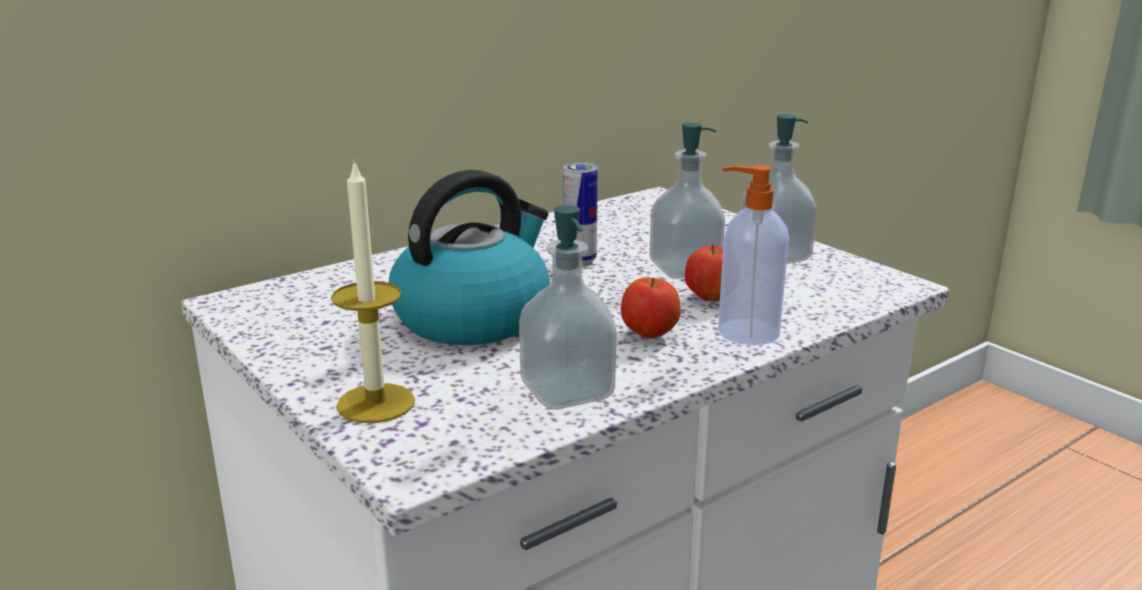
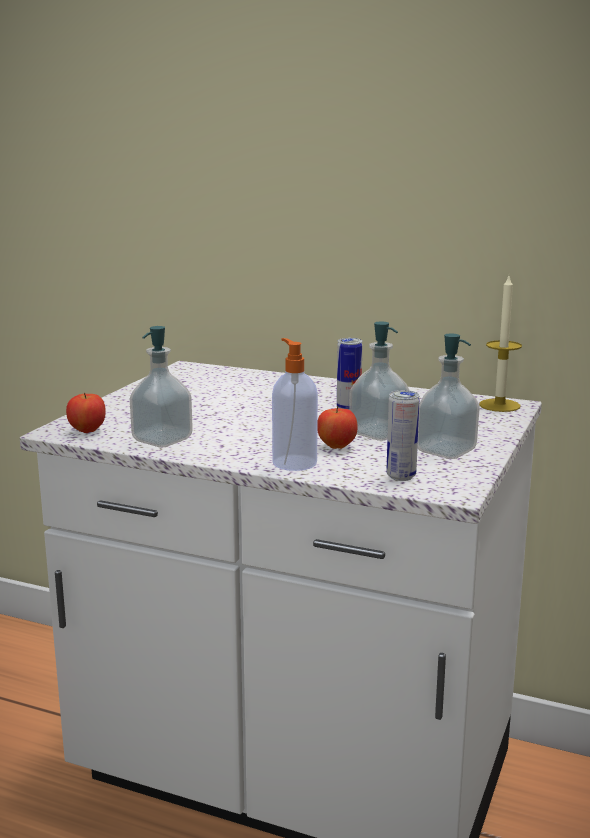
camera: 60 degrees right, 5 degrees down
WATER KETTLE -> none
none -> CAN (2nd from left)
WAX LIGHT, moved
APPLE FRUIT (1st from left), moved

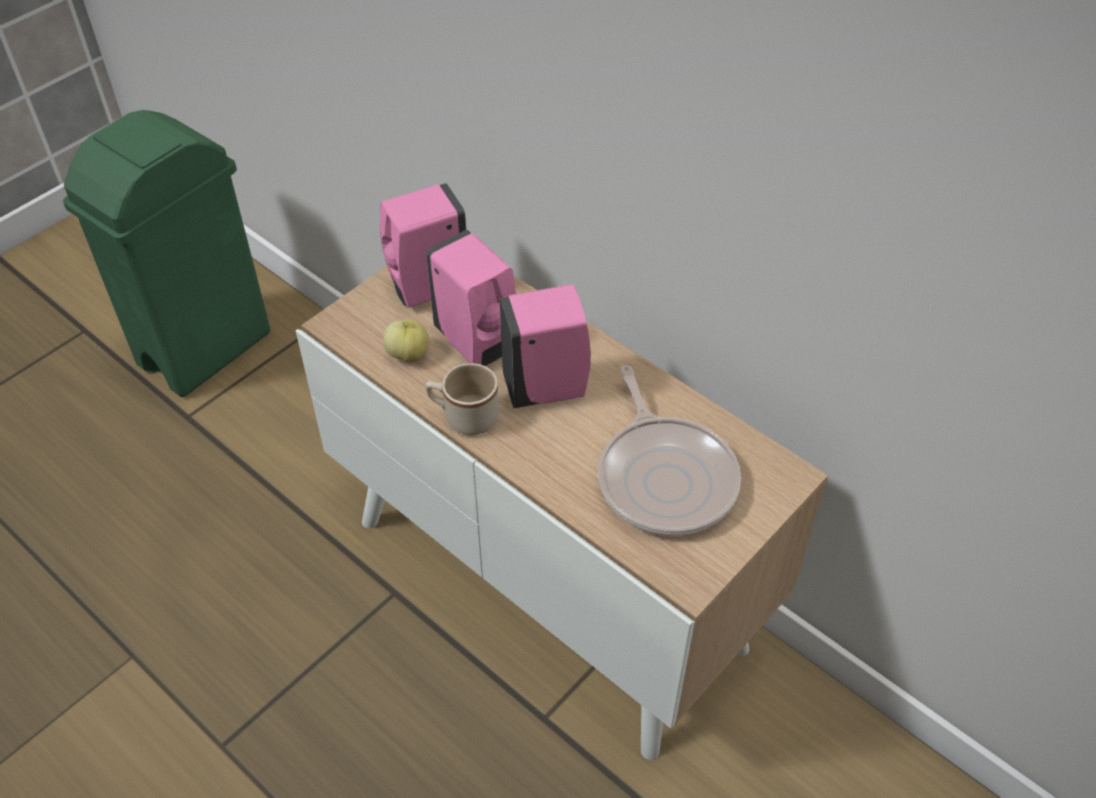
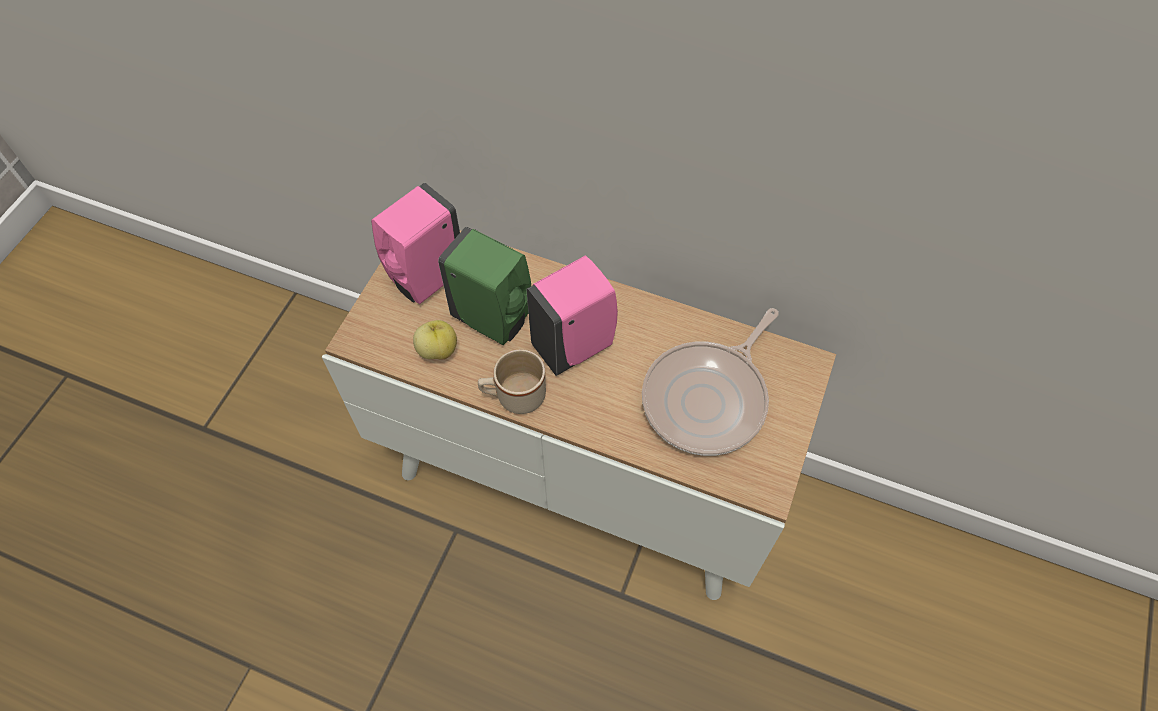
camera: 20 degrees left, 10 degrees up
GREENISH TRASH CAN -> none
PINK-COLOURED SOAP BOTTLE (2nd from left) -> GREENISH SOAP BOTTLE
PAN, 75 degrees clockwise

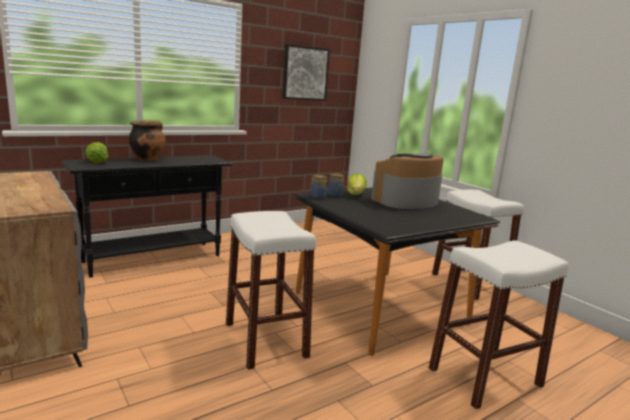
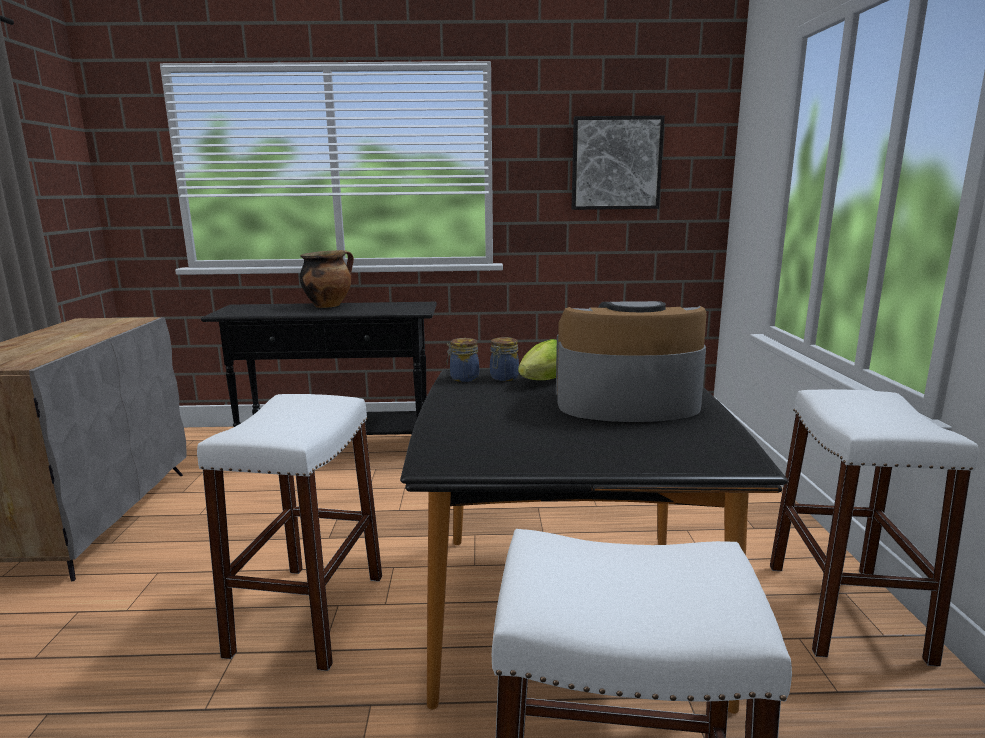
camera: 35 degrees right, 0 degrees up
LETTUCE (1st from left) -> none

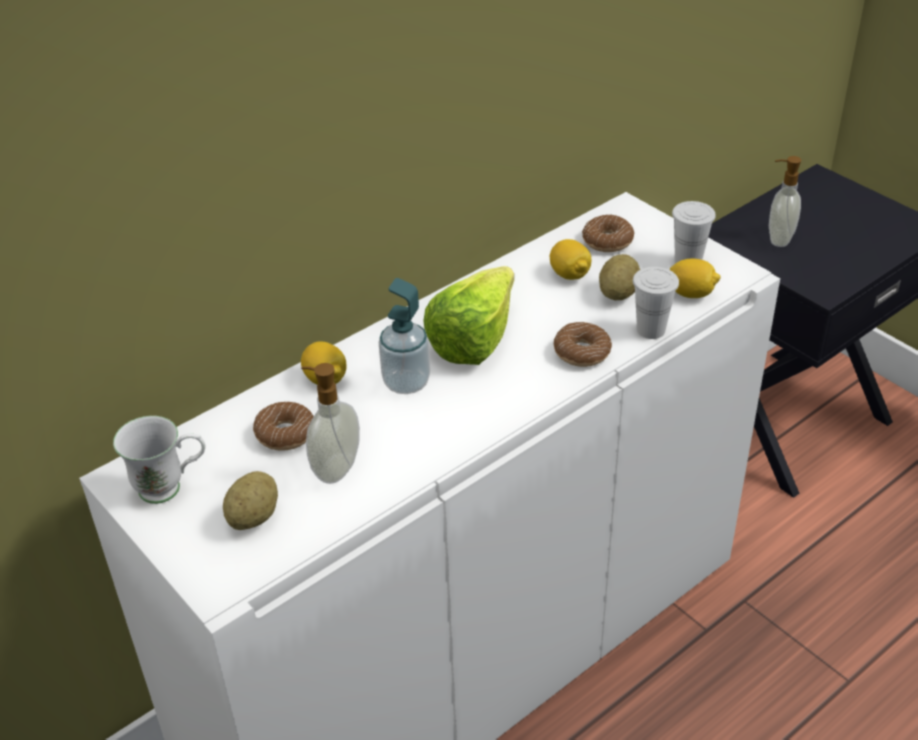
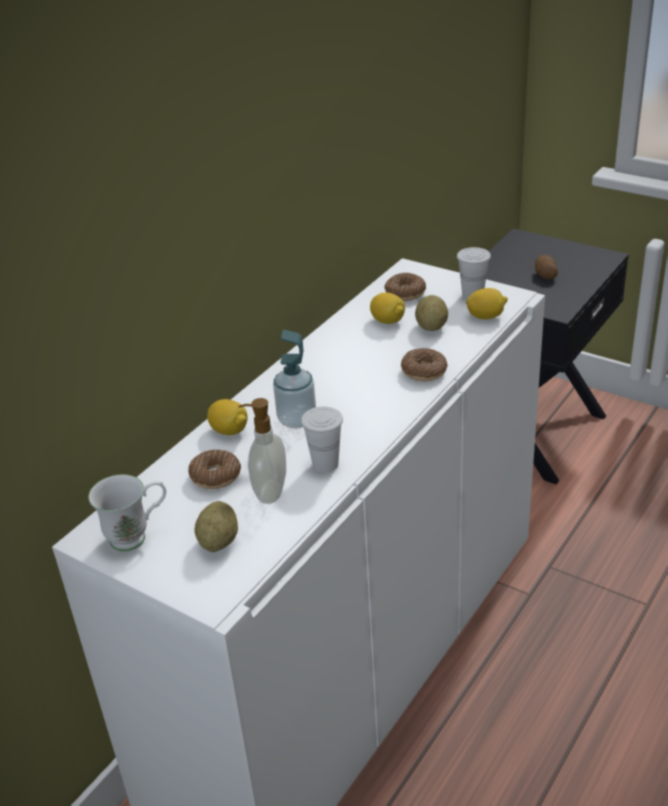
camera: 15 degrees left, 5 degrees down
LETTUCE -> none
SOAP BOTTLE (3rd from left) -> none
none -> SPUD (3rd from left)
WHITE CUP (1st from left), moved

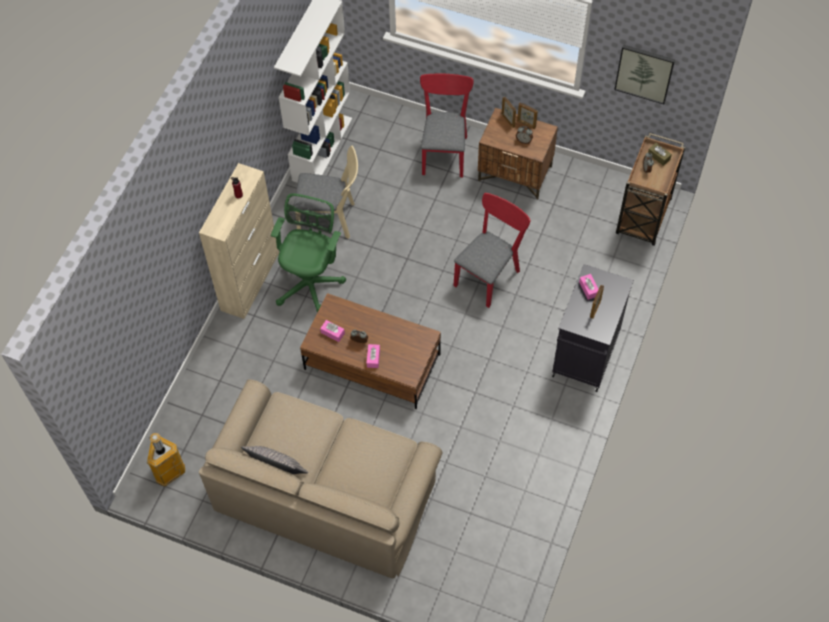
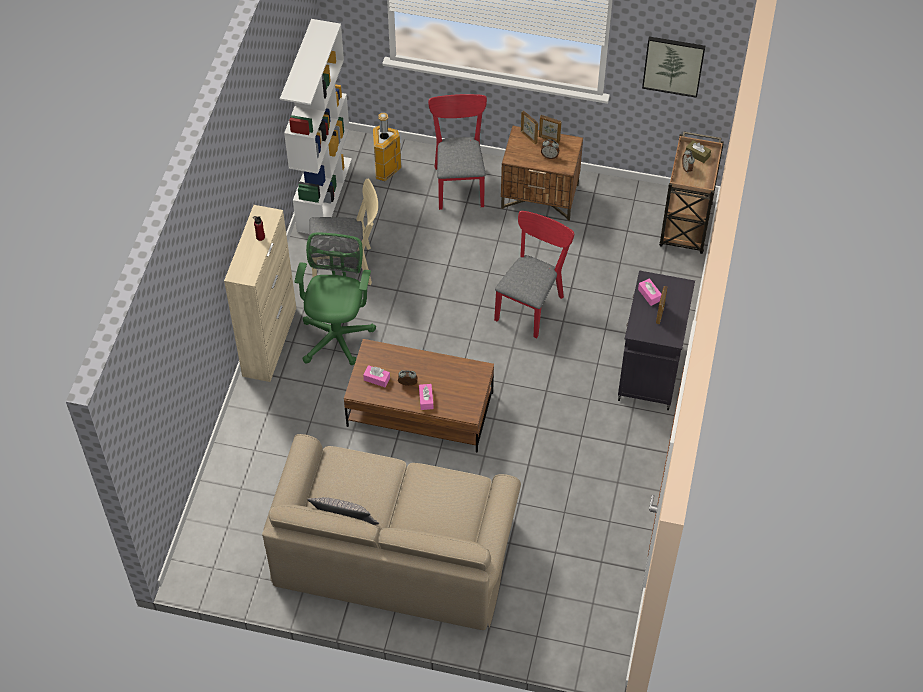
camera: 10 degrees left, 5 degrees down
TRASH CAN, moved

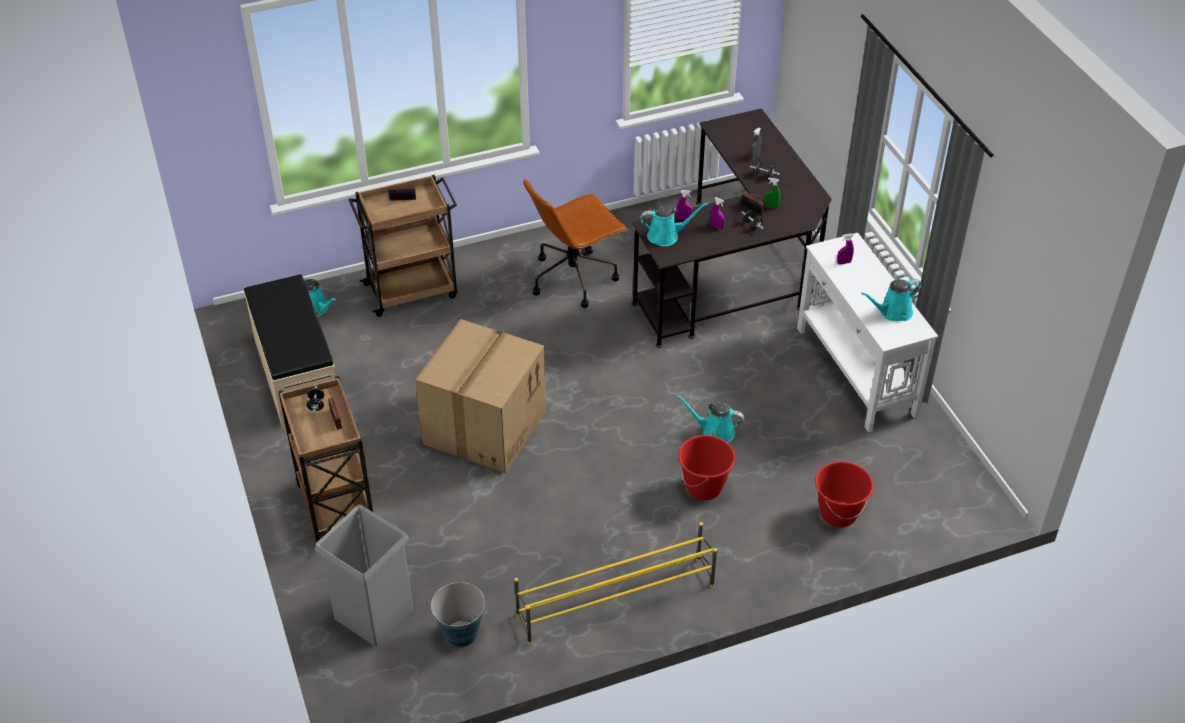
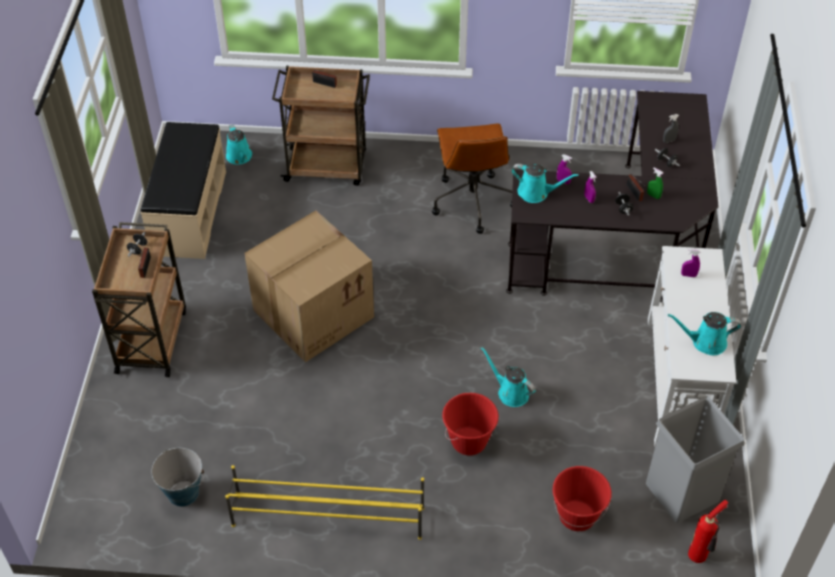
camera: 25 degrees right, 5 degrees up
none -> FIRE EXTINGUISHER
GREY TRASH CAN, moved
BROWNISH COMPUTER CHAIR, 90 degrees counterclockwise

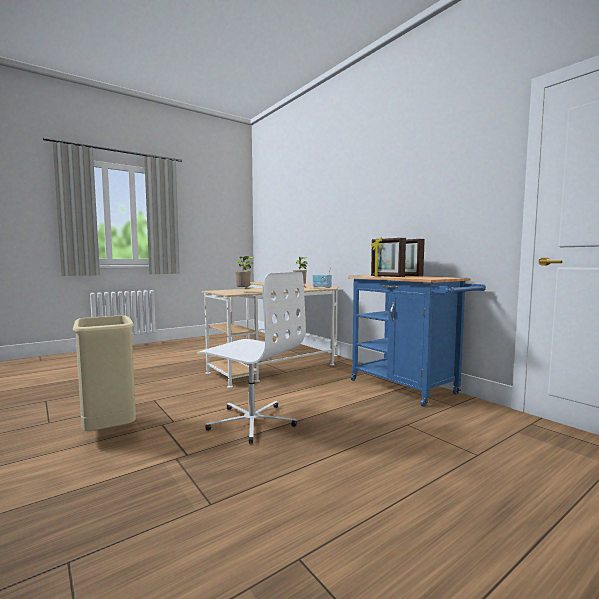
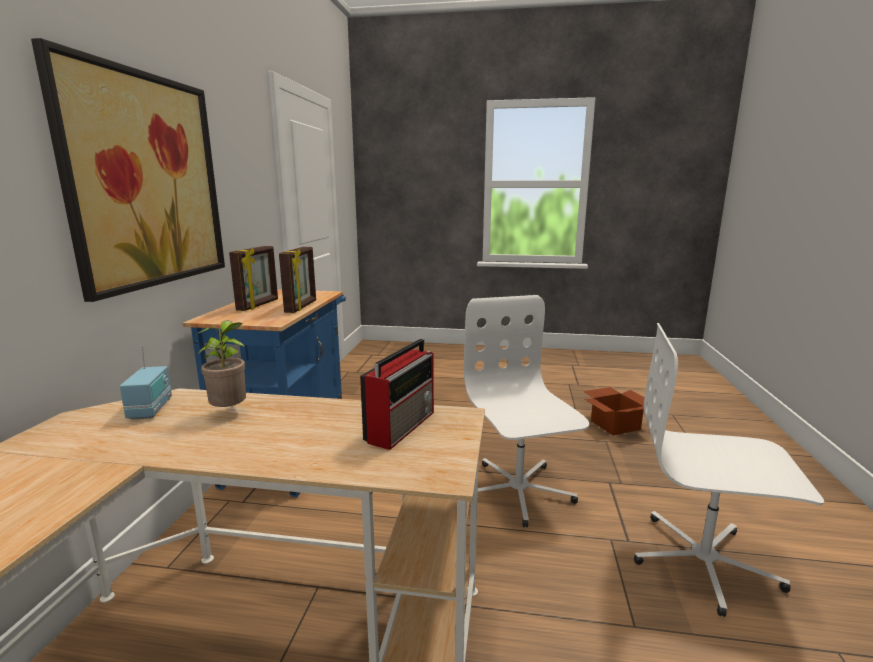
camera: 135 degrees left, 10 degrees up
none -> WALL ART
none -> PACKING BOX
BEIGE-COLOURED TRASH CAN -> WHITE COMPUTER CHAIR (2nd from left)
HOUSEPLANT (1st from left) -> RADIO (2nd from left)

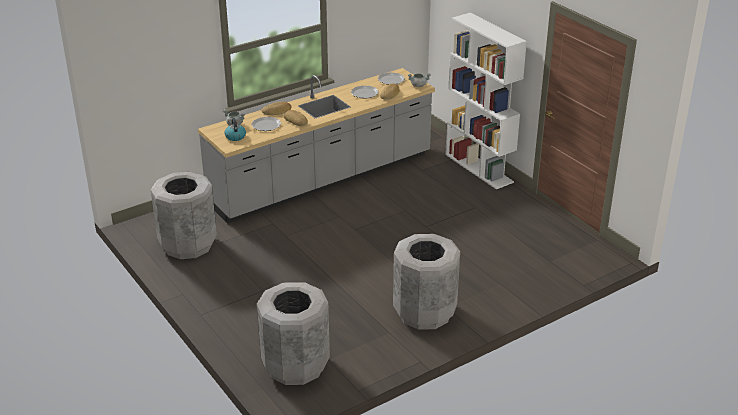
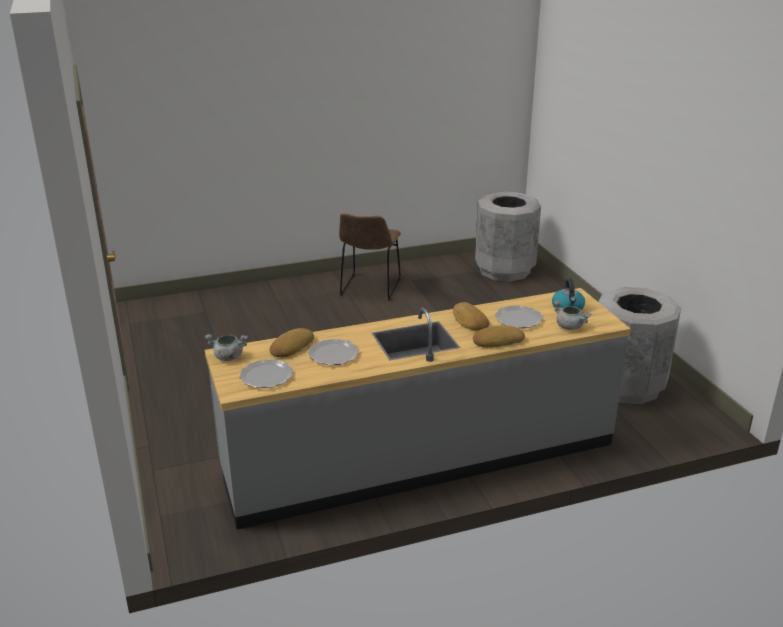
camera: 165 degrees left, 5 degrees down
WHITE SHELVING UNIT -> none
GREY TRASH CAN (3rd from left) -> BROWNISH PLAIN CHAIR

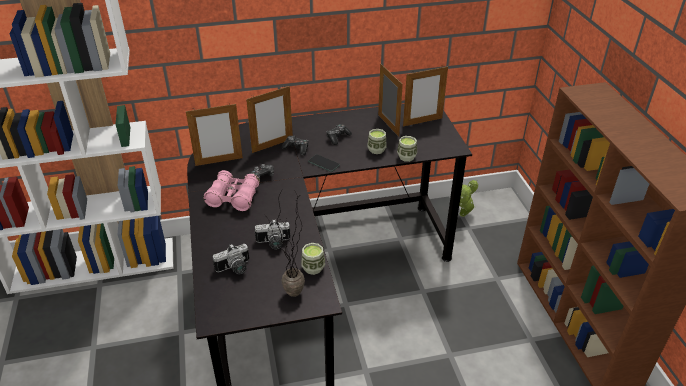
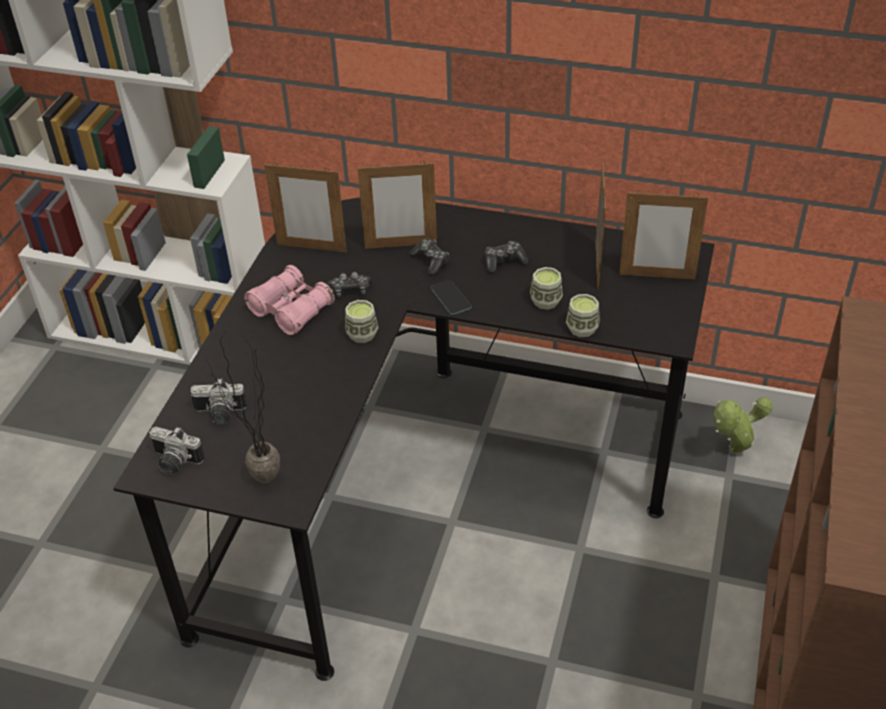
camera: 30 degrees right, 5 degrees up
PHOTO CAMERA (2nd from left in the first image) -> PHOTO CAMERA (1st from left), moved
CUP (1st from left), moved

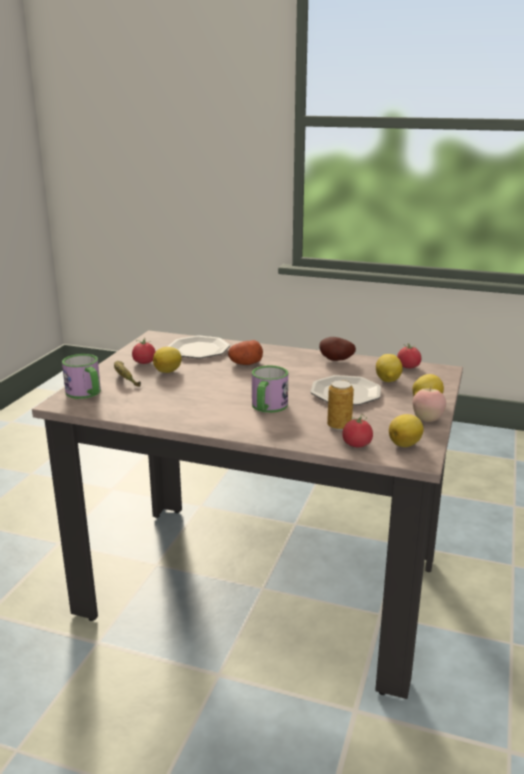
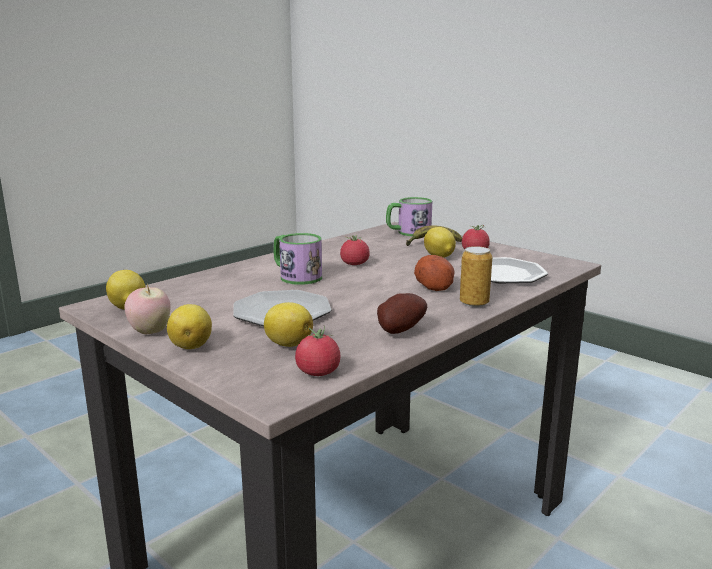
camera: 115 degrees right, 5 degrees down
CAN, moved
FRESH TOMATO (2nd from left), moved

